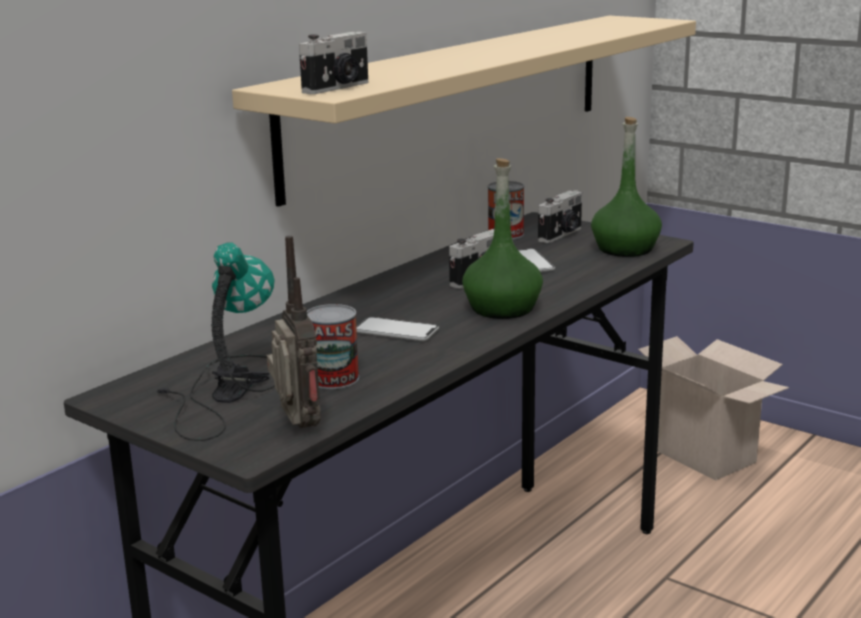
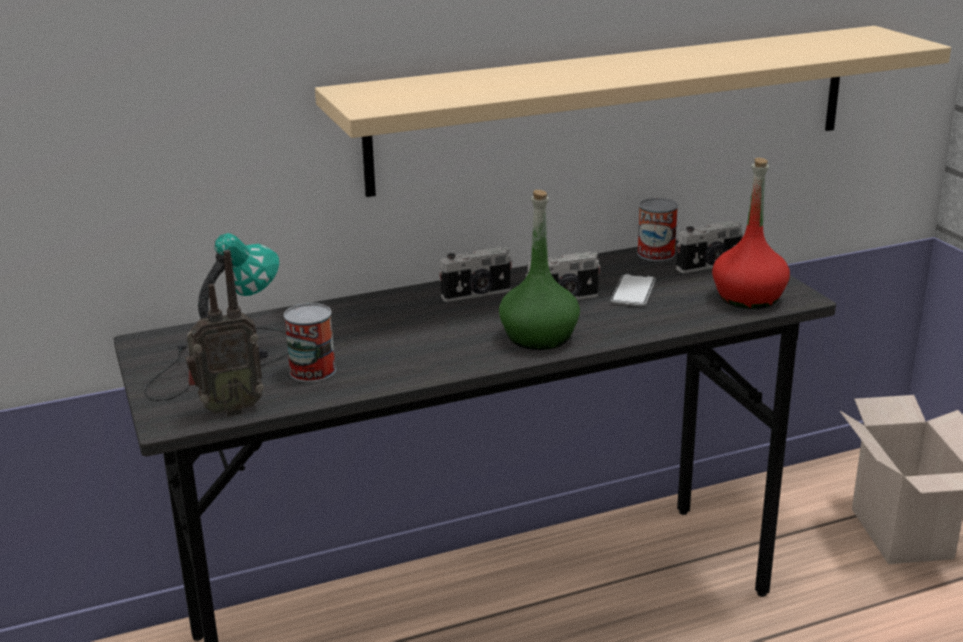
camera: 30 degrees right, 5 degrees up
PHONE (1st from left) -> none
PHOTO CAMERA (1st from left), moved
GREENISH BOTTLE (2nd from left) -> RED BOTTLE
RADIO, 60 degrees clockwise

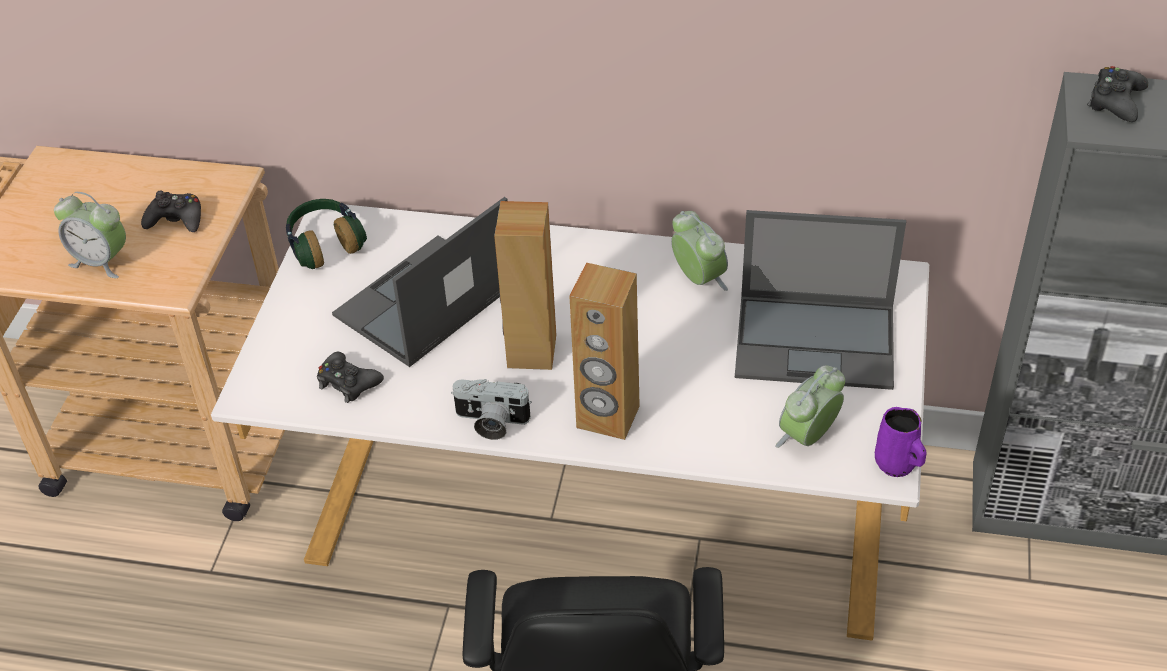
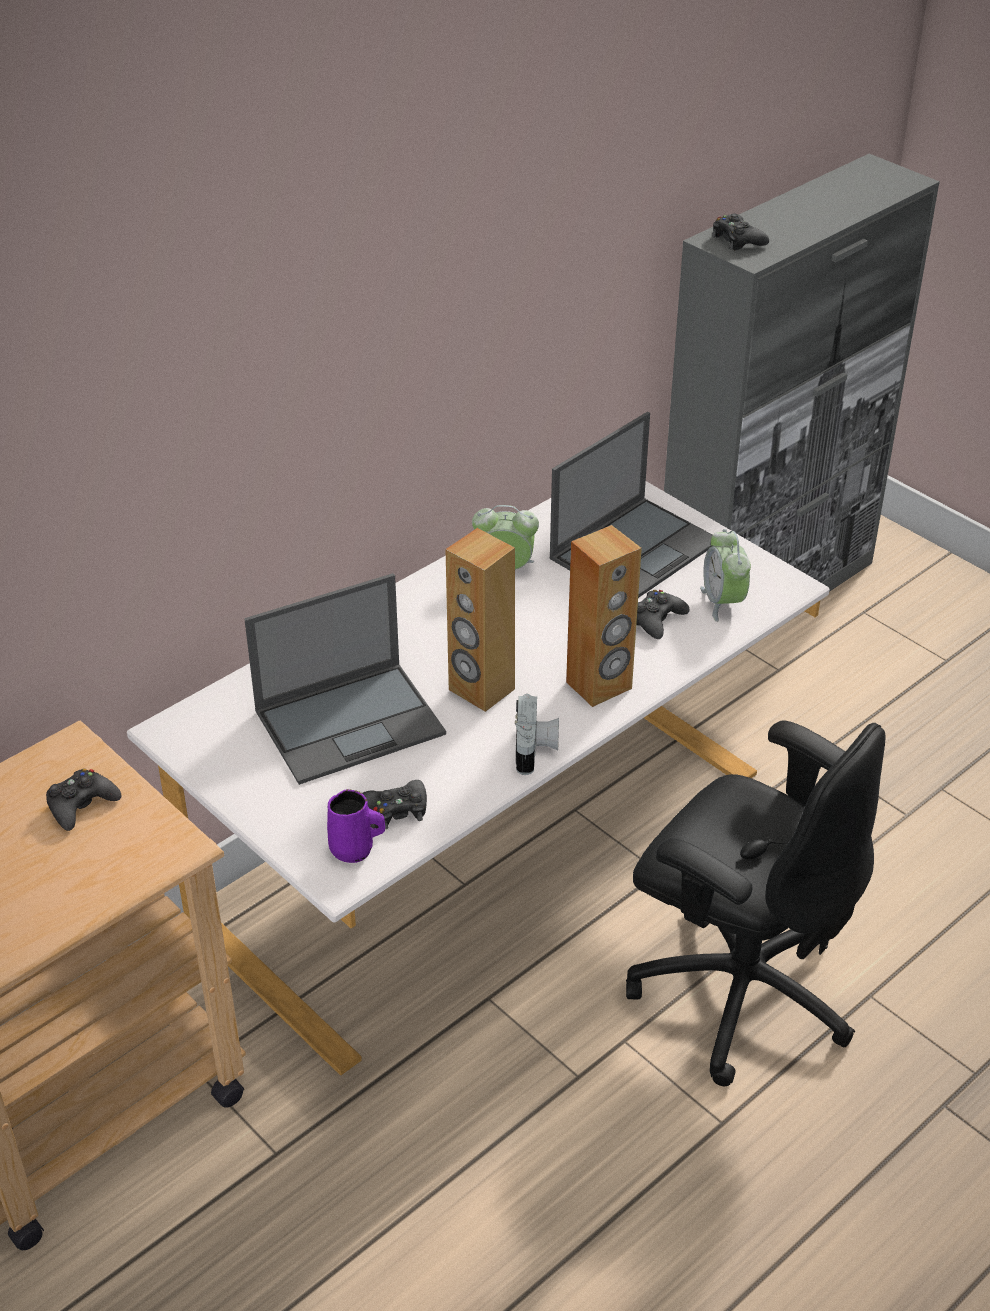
camera: 55 degrees left, 5 degrees down
ALARM CLOCK (1st from left) -> none
HEADPHONES -> none
none -> BLACKISH GAMEPAD (3rd from left)
PURPLE TEA MUG, moved
NOTEBOOK COMPUTER (1st from left), 105 degrees counterclockwise
PHOTO CAMERA, 45 degrees counterclockwise

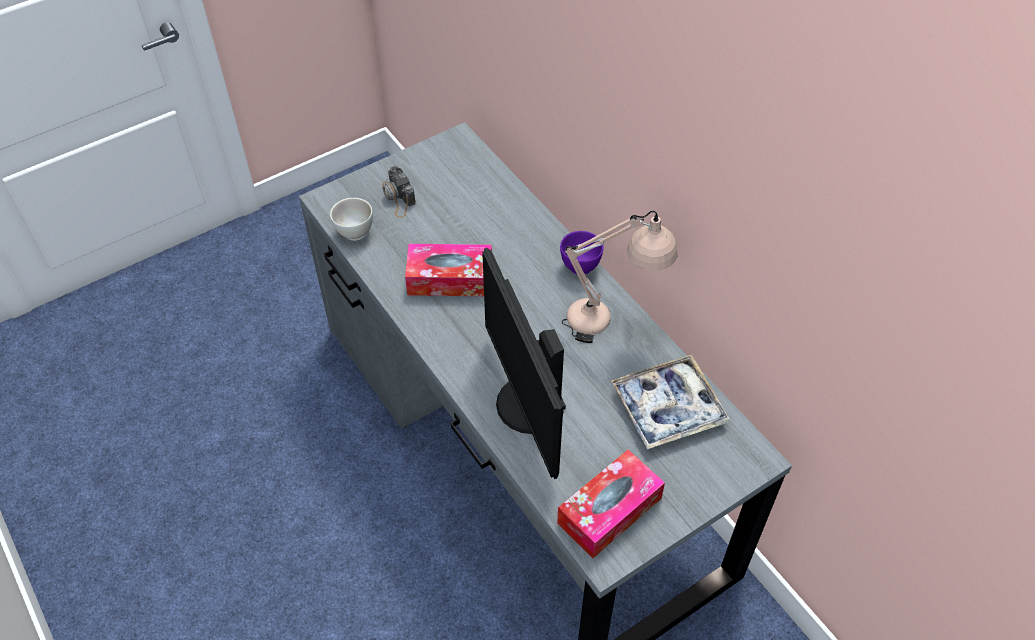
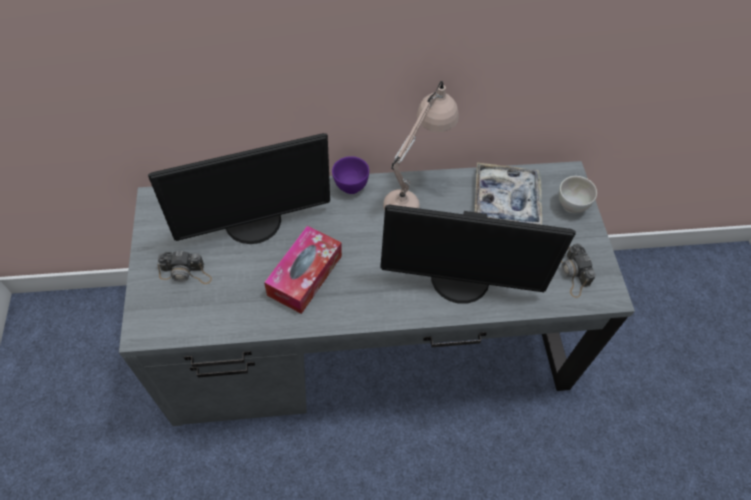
camera: 65 degrees left, 5 degrees up
none -> COMPUTER DISPLAY (1st from left)
WHITE DEEP DISH, moved
BOX OF TISSUES (2nd from left) -> PHOTO CAMERA (2nd from left)

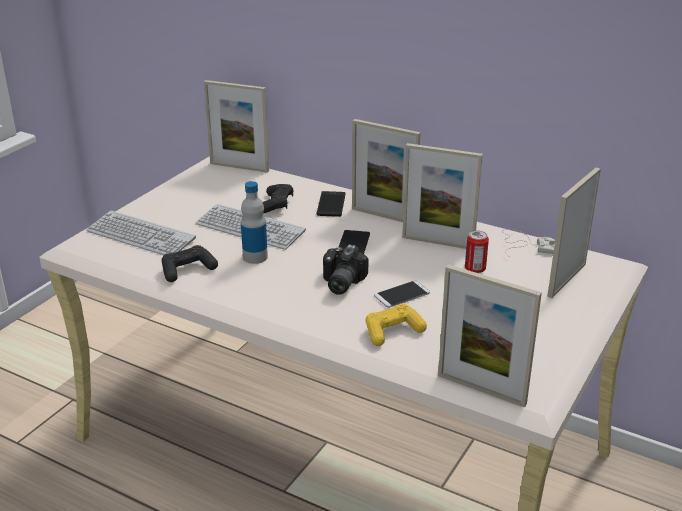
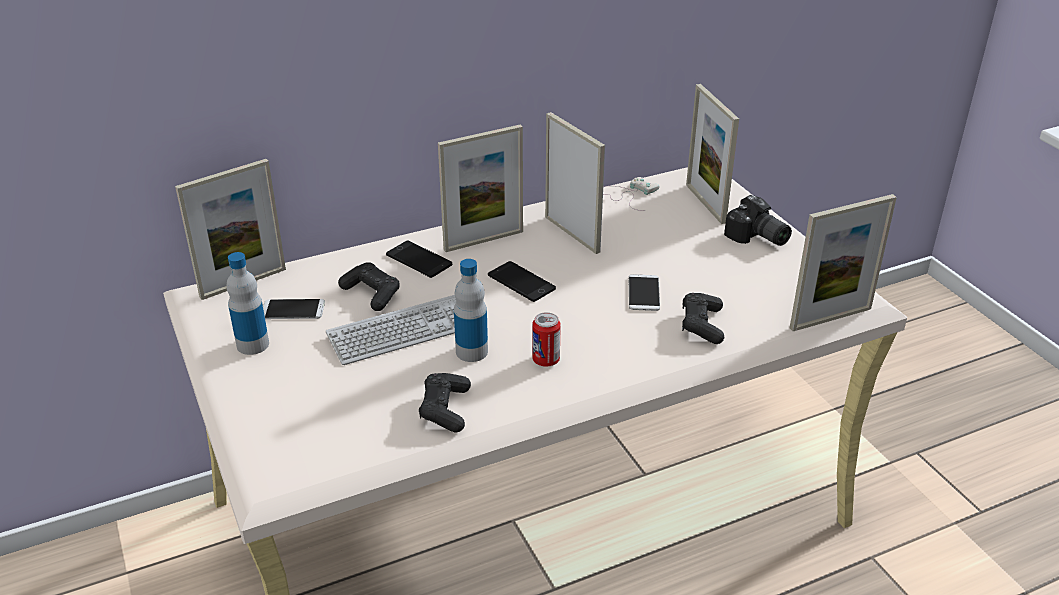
camera: 55 degrees left, 5 degrees up
KEYBOARD (1st from left) -> none
none -> BOTTLE (1st from left)
none -> PHONE (1st from left)
PHOTO CAMERA, moved
CAN, moved
YELLOWISH GAMEPAD -> BLACKISH GAMEPAD (3rd from left)
STANDING FRAME (3rd from left), 90 degrees counterclockwise

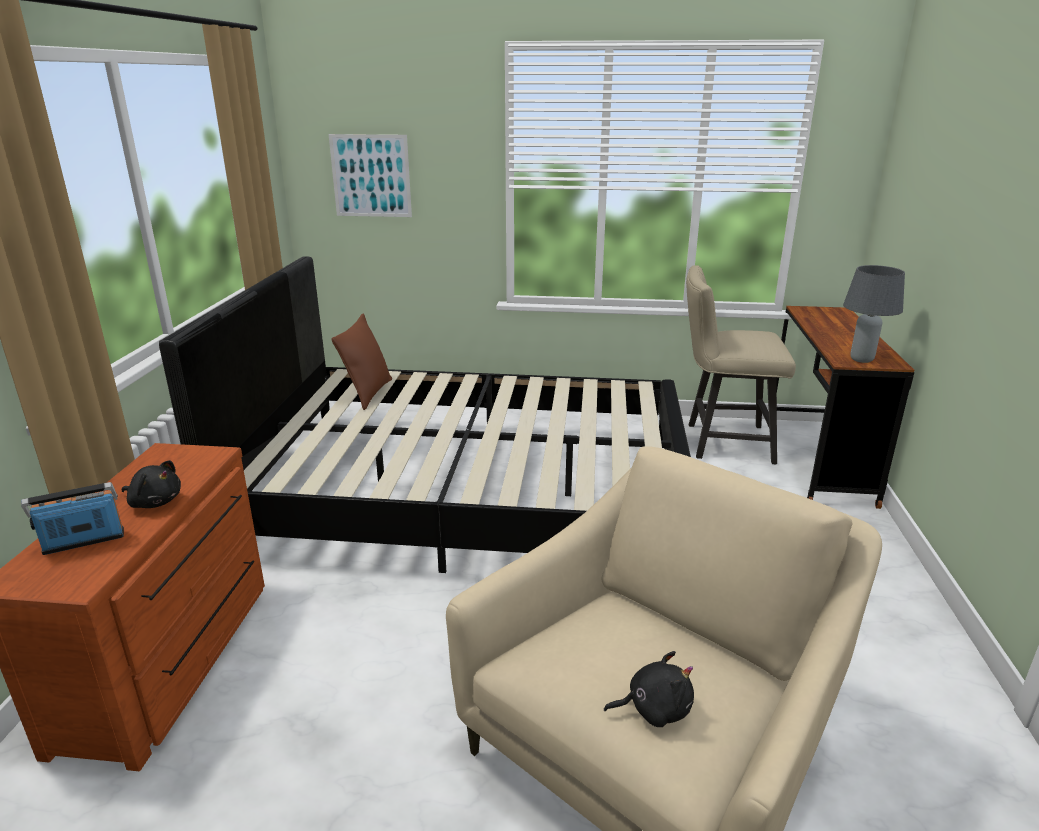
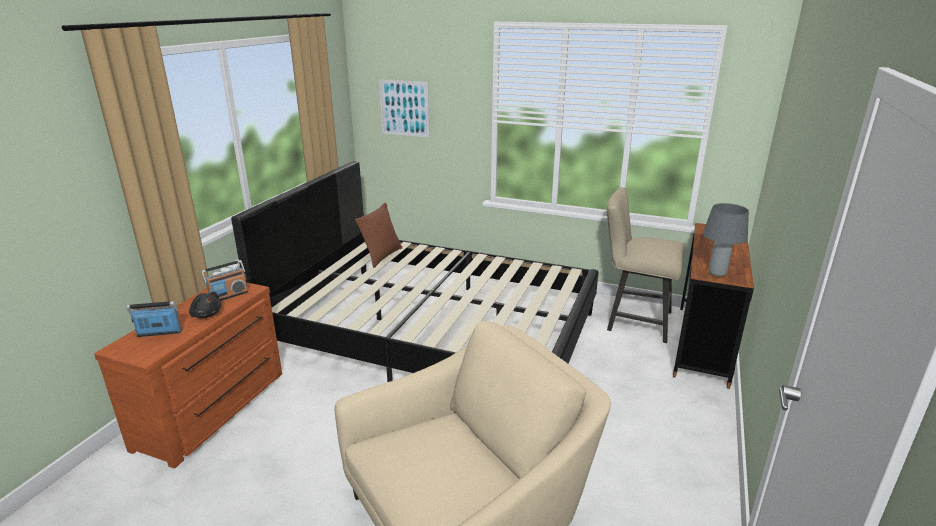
camera: 15 degrees right, 0 degrees up
BLACKISH CUDDLY TOY (2nd from left) -> none
none -> RADIO (2nd from left)

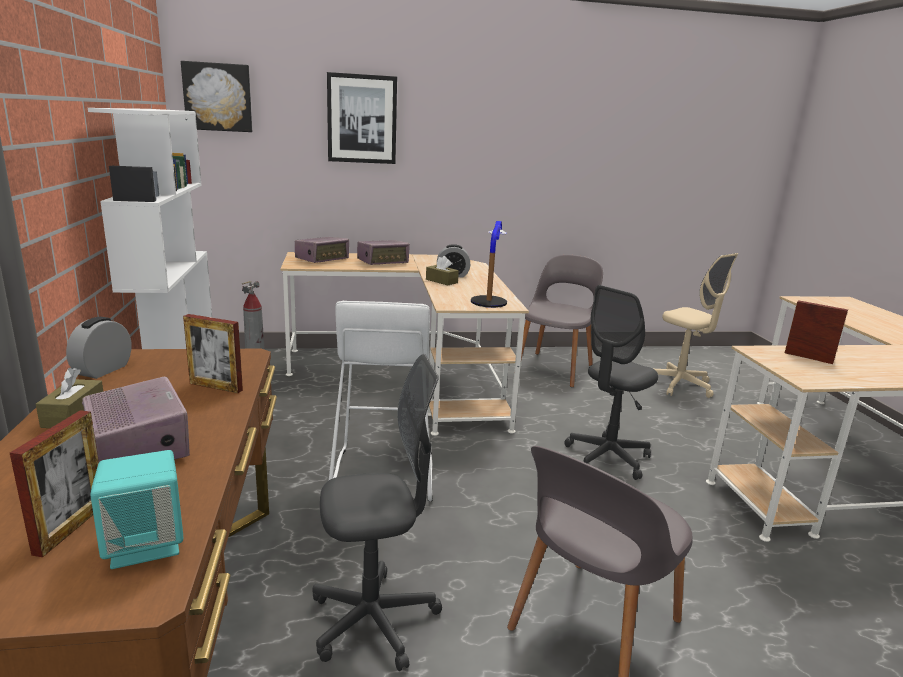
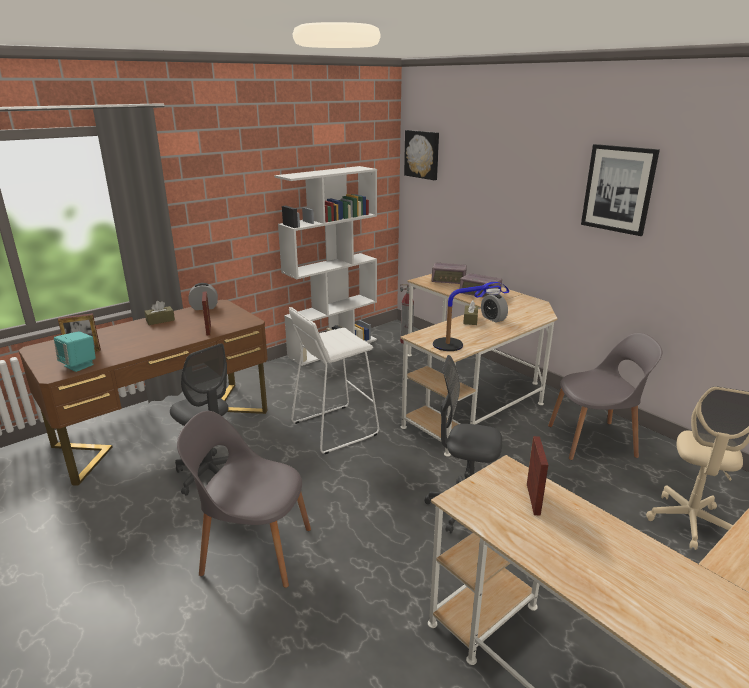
camera: 60 degrees right, 5 degrees up
RADIO (1st from left) -> none
WALL ART (2nd from left), moved

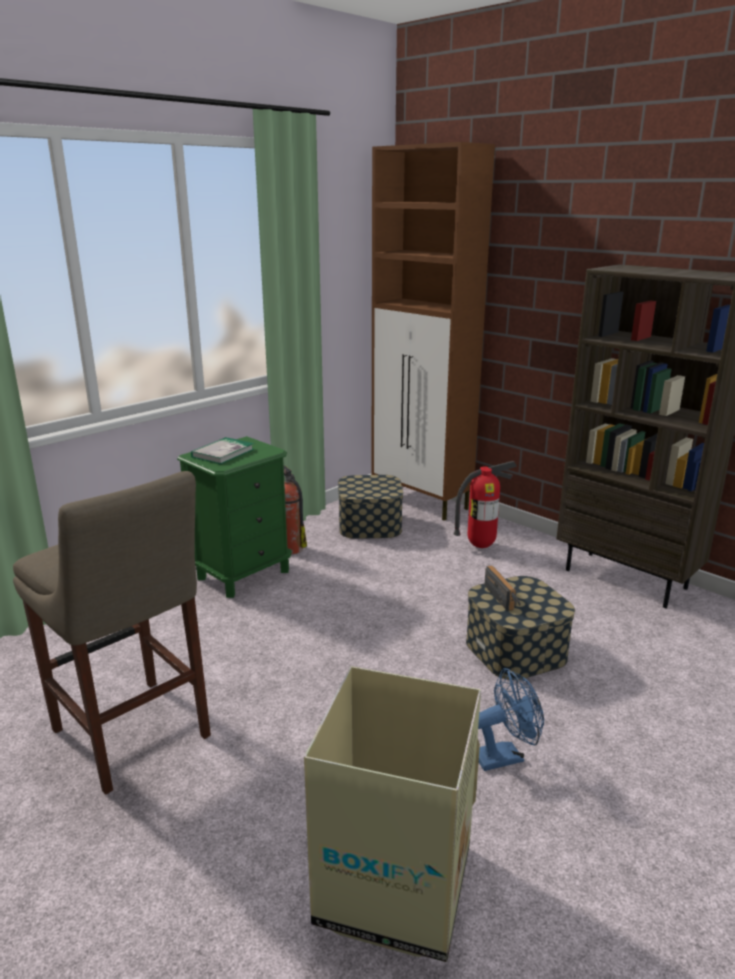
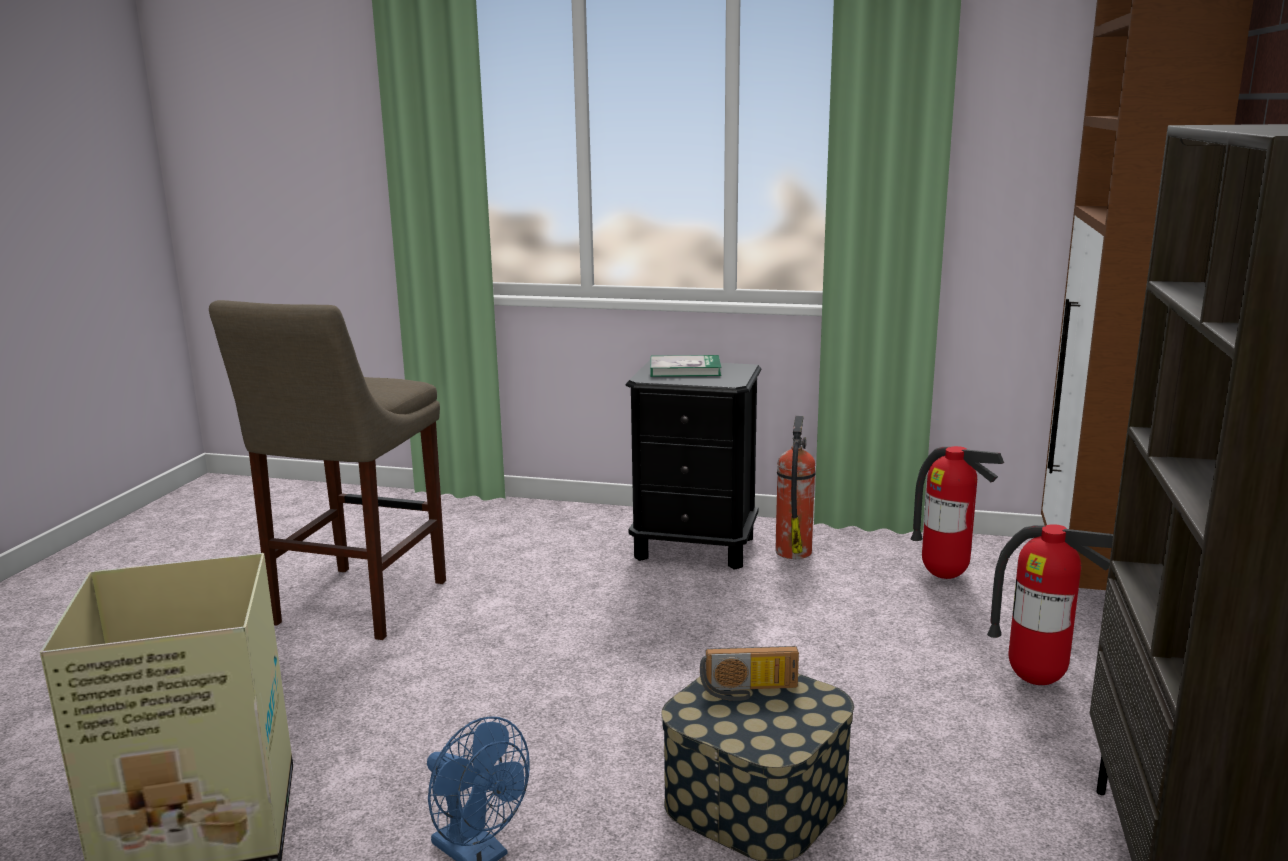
camera: 60 degrees right, 5 degrees down
STORAGE BOX (1st from left) -> FIRE EXTINGUISHER (2nd from left)
GREENISH NIGHT TABLE -> BLACKISH NIGHT TABLE
RADIO, 45 degrees clockwise

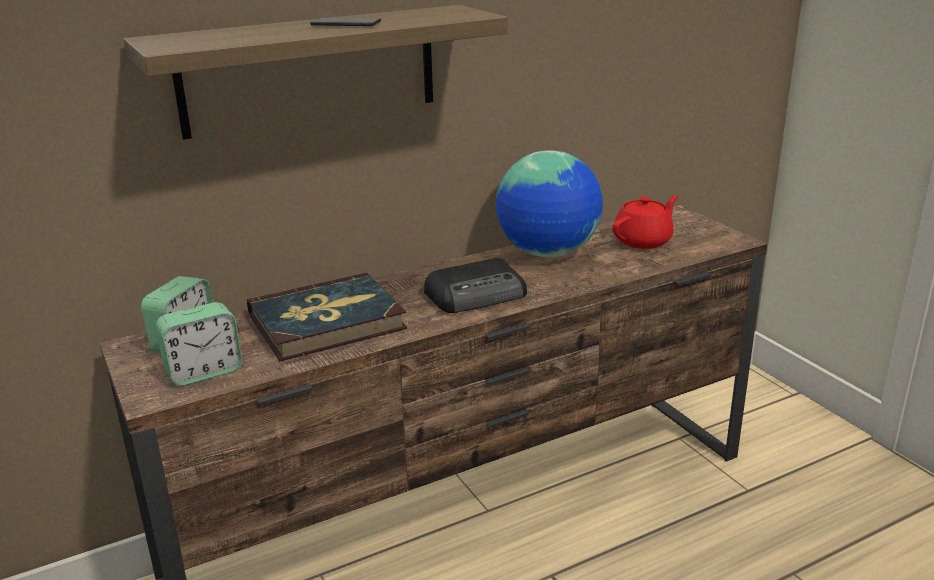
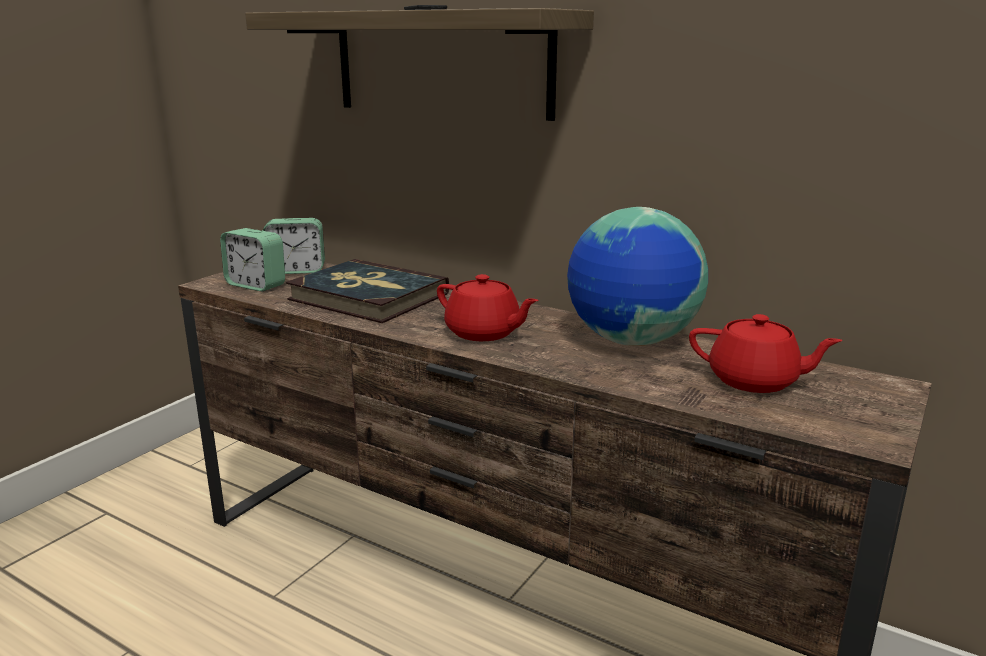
camera: 60 degrees right, 5 degrees down
RADIO -> RED POT FOR TEA (1st from left)

